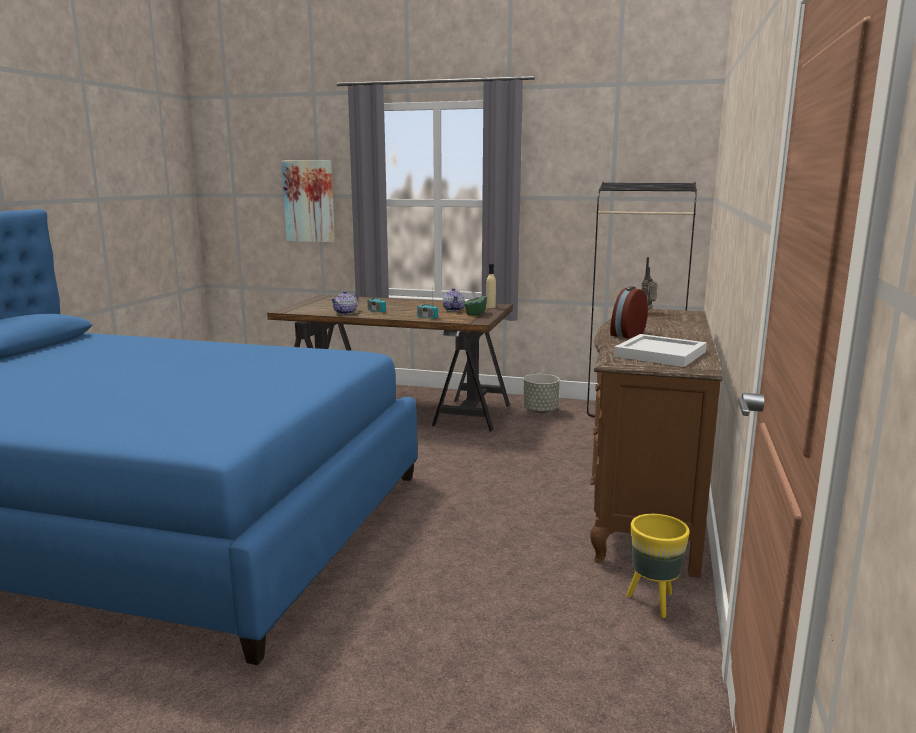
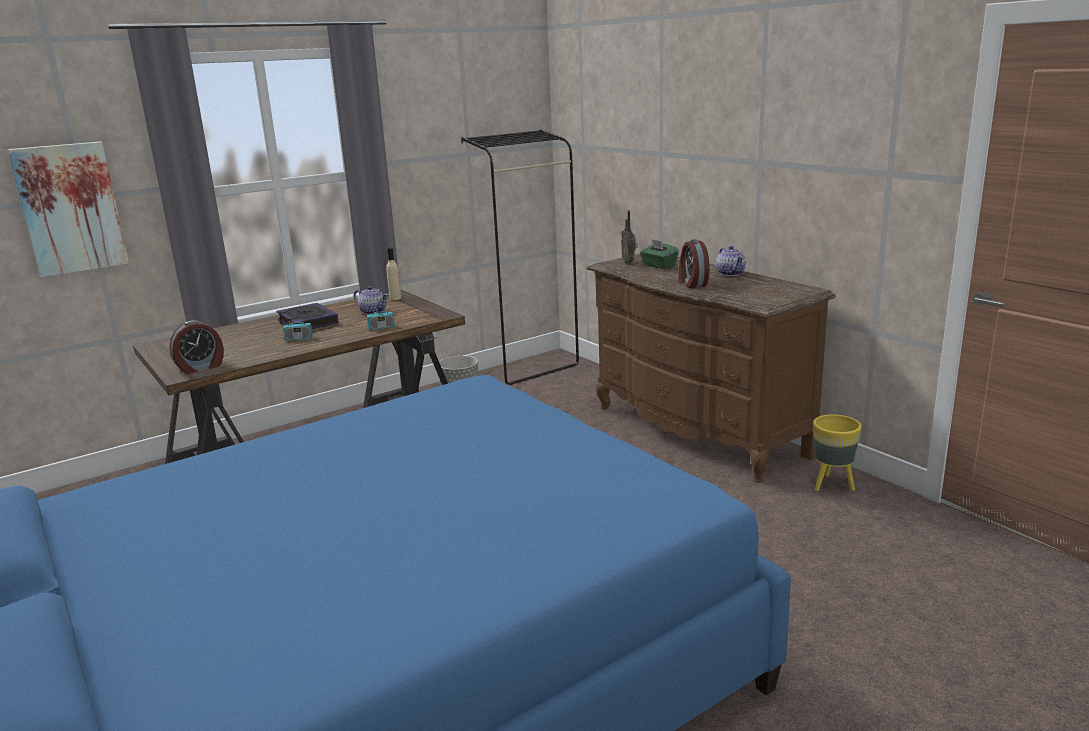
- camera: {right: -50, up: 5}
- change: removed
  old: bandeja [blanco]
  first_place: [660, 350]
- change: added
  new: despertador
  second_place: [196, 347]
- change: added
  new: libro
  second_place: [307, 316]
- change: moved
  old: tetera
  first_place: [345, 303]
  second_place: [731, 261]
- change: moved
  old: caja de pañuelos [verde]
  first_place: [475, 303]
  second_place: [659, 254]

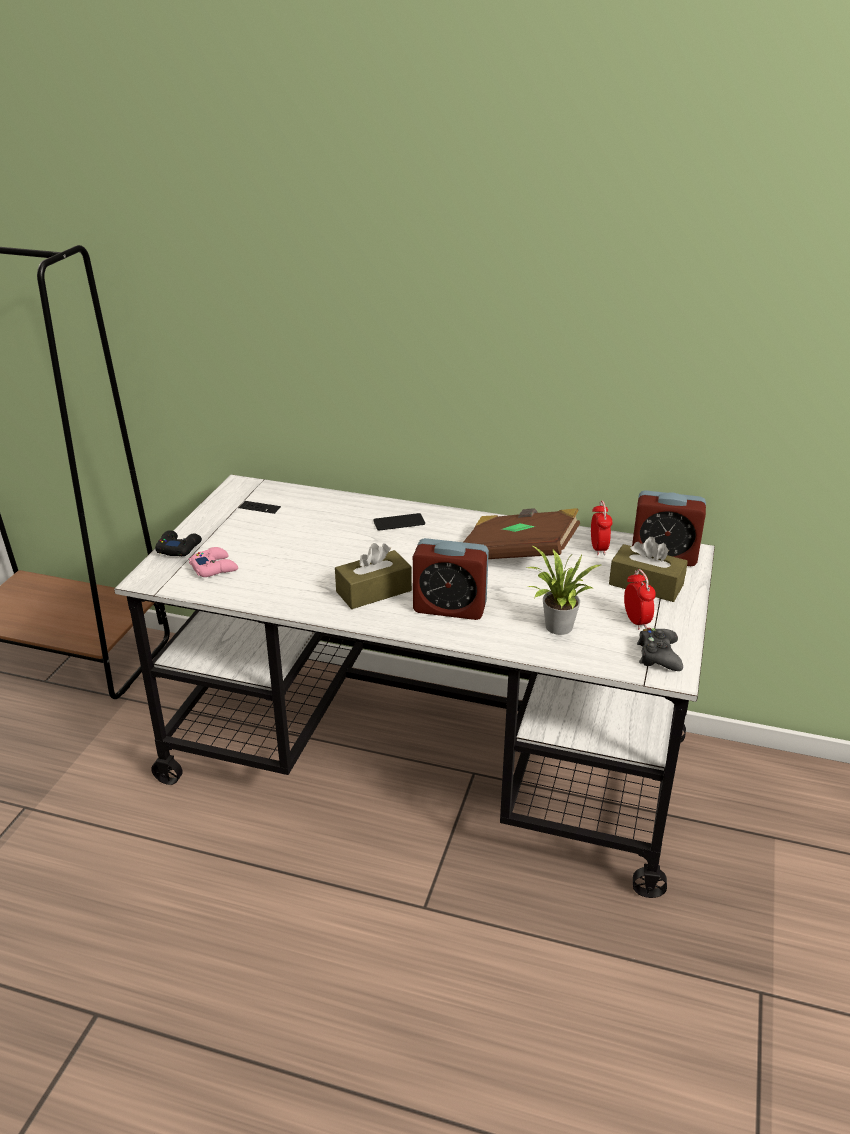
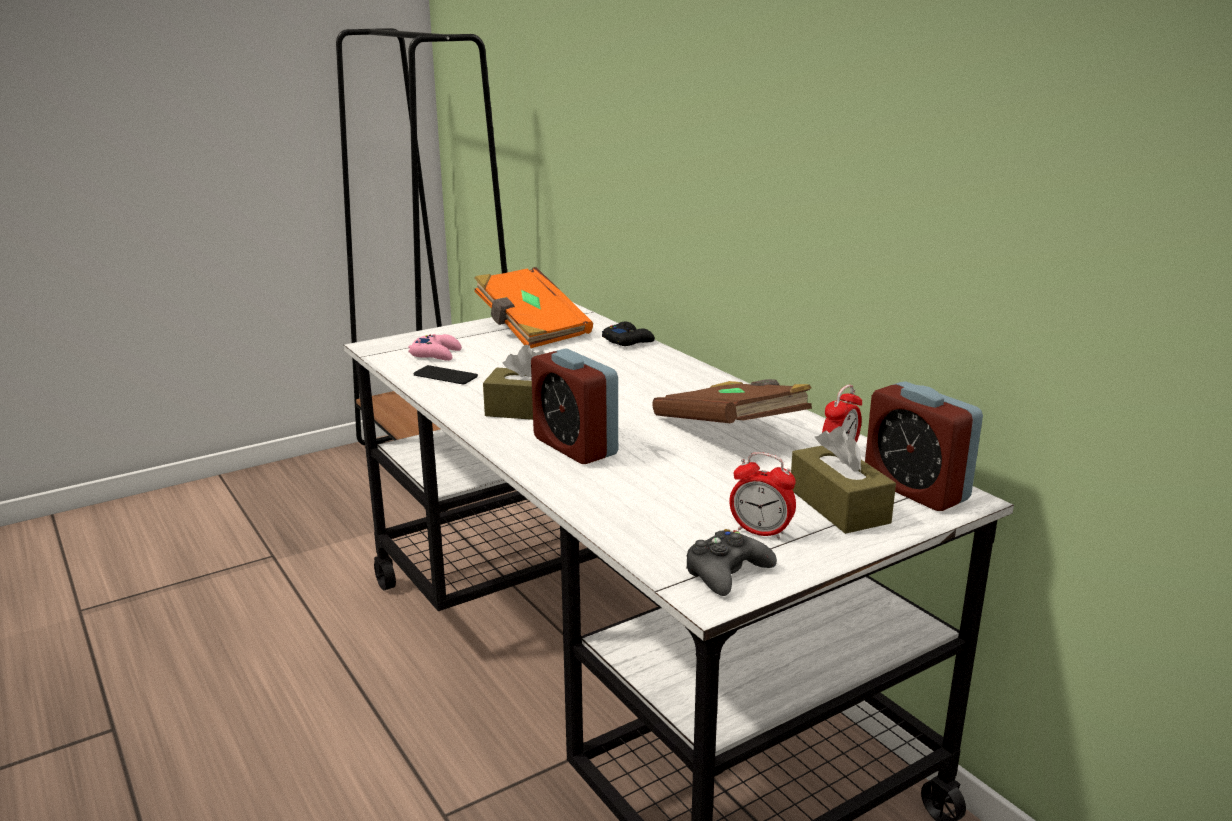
- camera: {right: 40, up: -10}
- change: removed
  old: planta en maceta
  first_place: [563, 590]
- change: added
  new: libro [naranja]
  second_place: [533, 307]
- change: moved
  old: mando de consola [negro]
  first_place: [178, 543]
  second_place: [628, 334]
- change: moved
  old: móvil
  first_place: [399, 522]
  second_place: [446, 375]
- change: turned
  old: despertador
  first_place: [640, 599]
  second_place: [762, 495]
  degrees: 90

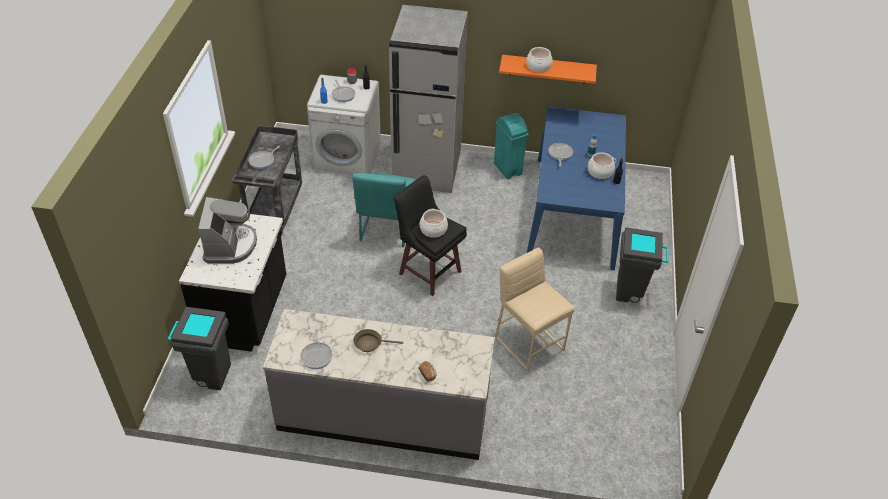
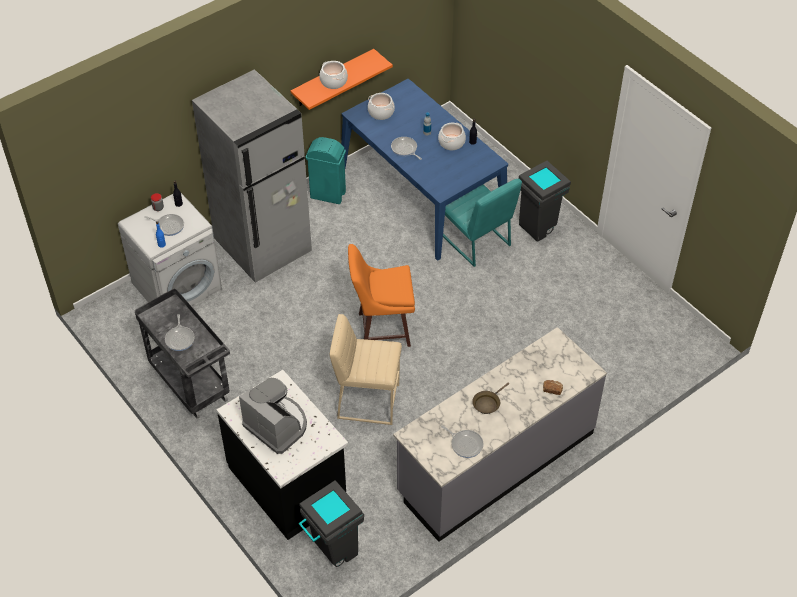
- camera: {right: -45, up: 5}
- change: moved
  old: silla [turquesa]
  first_place: [383, 210]
  second_place: [482, 223]
- change: moved
  old: olla
  first_place: [434, 223]
  second_place: [381, 106]
- change: moved
  old: taburete [beis]
  first_place: [534, 309]
  second_place: [366, 369]
- change: recoloured
  old: taburete [negro]
  new: taburete [naranja]
  first_place: [430, 235]
  second_place: [381, 295]

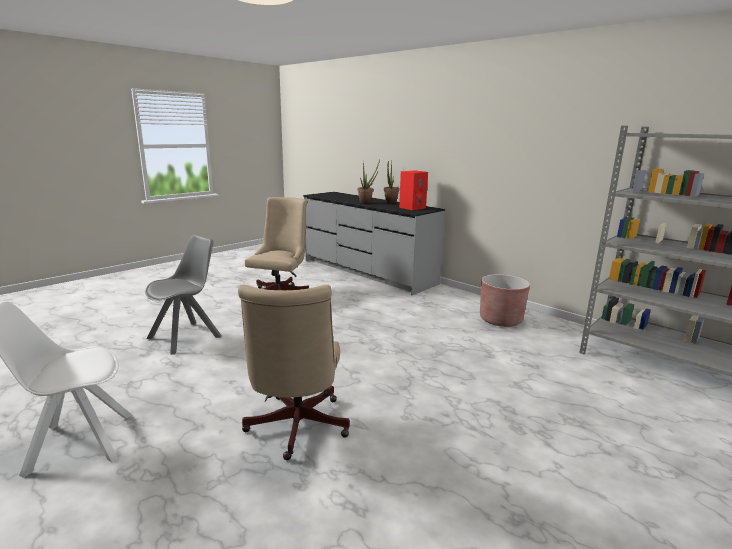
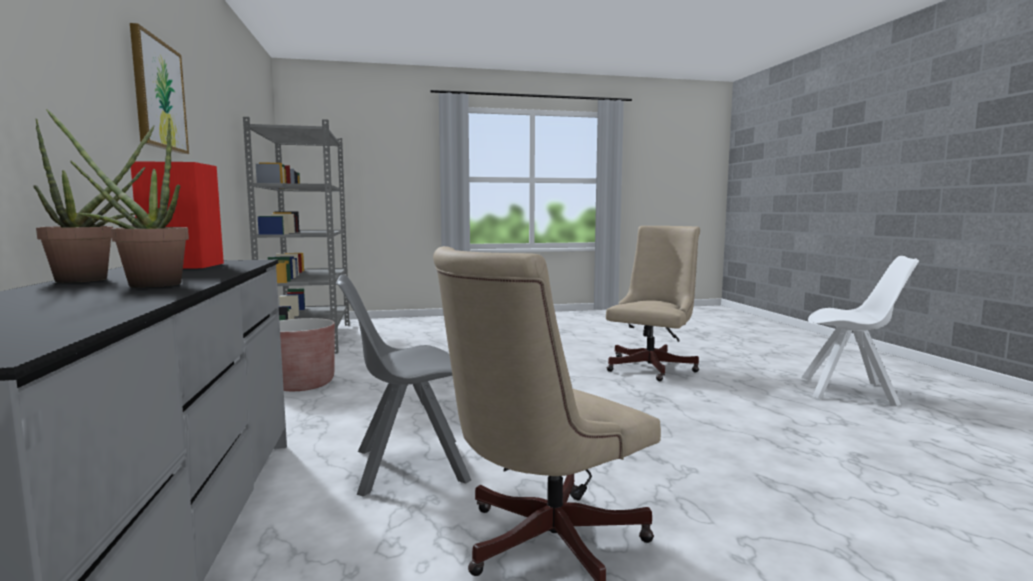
- camera: {right: -145, up: -10}
- change: added
  new: cuadro
  second_place: [159, 88]
- change: moved
  old: silla [gris]
  first_place: [183, 295]
  second_place: [403, 386]

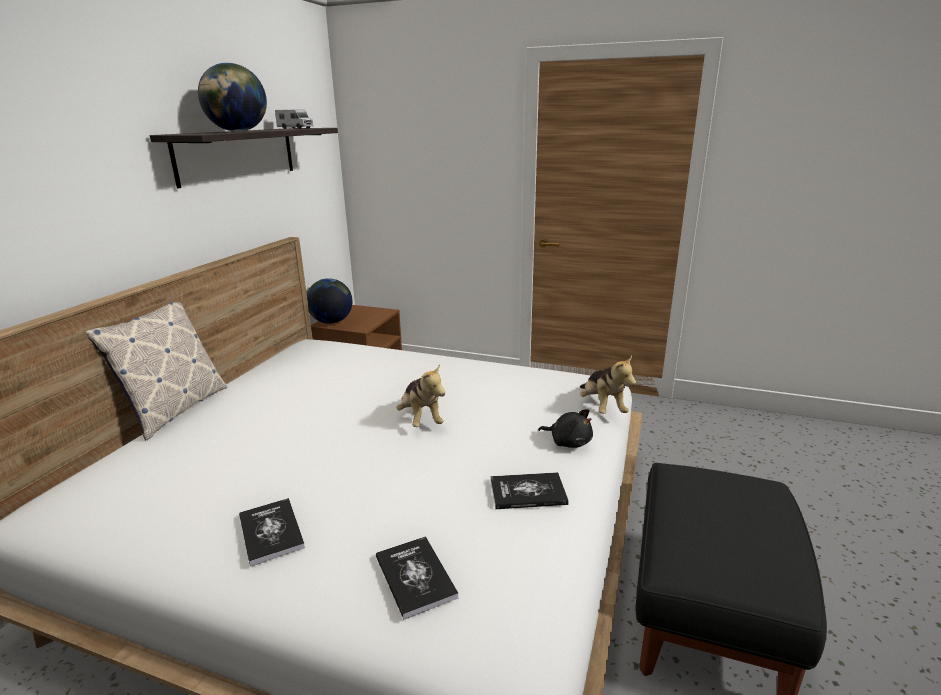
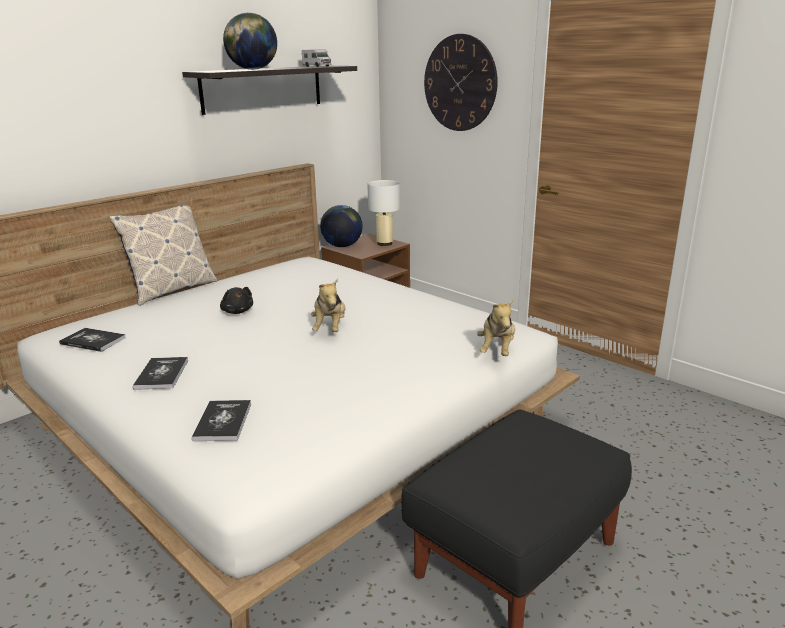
- camera: {right: 25, up: 0}
- change: added
  new: lámpara de mesa [blanco]
  second_place: [384, 213]
- change: added
  new: reloj de pared
  second_place: [461, 82]
- change: moved
  old: libro
  first_place: [529, 490]
  second_place: [92, 340]
- change: moved
  old: peluche [negro]
  first_place: [565, 428]
  second_place: [236, 300]

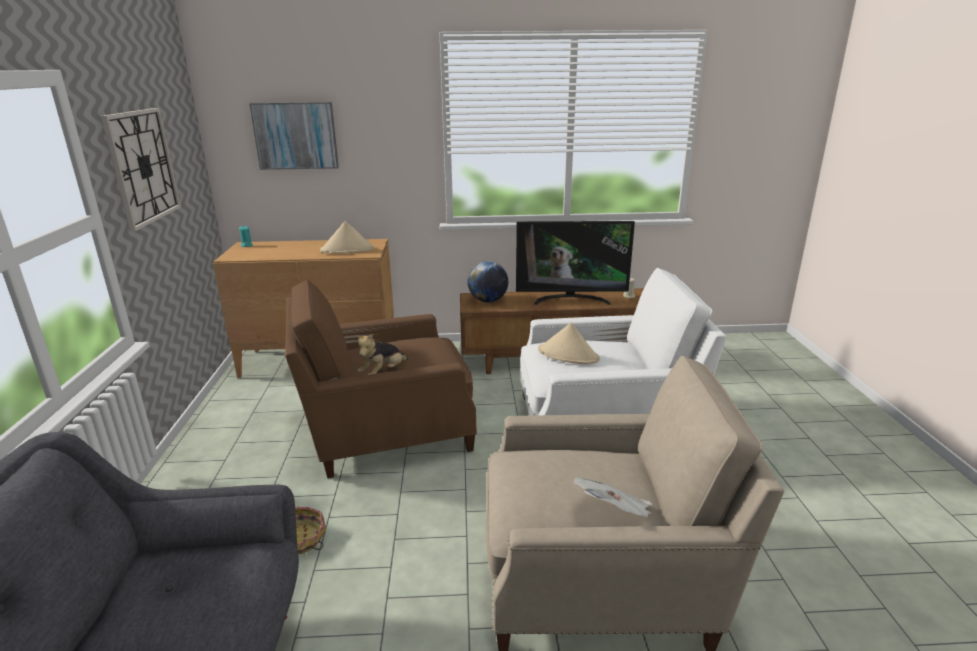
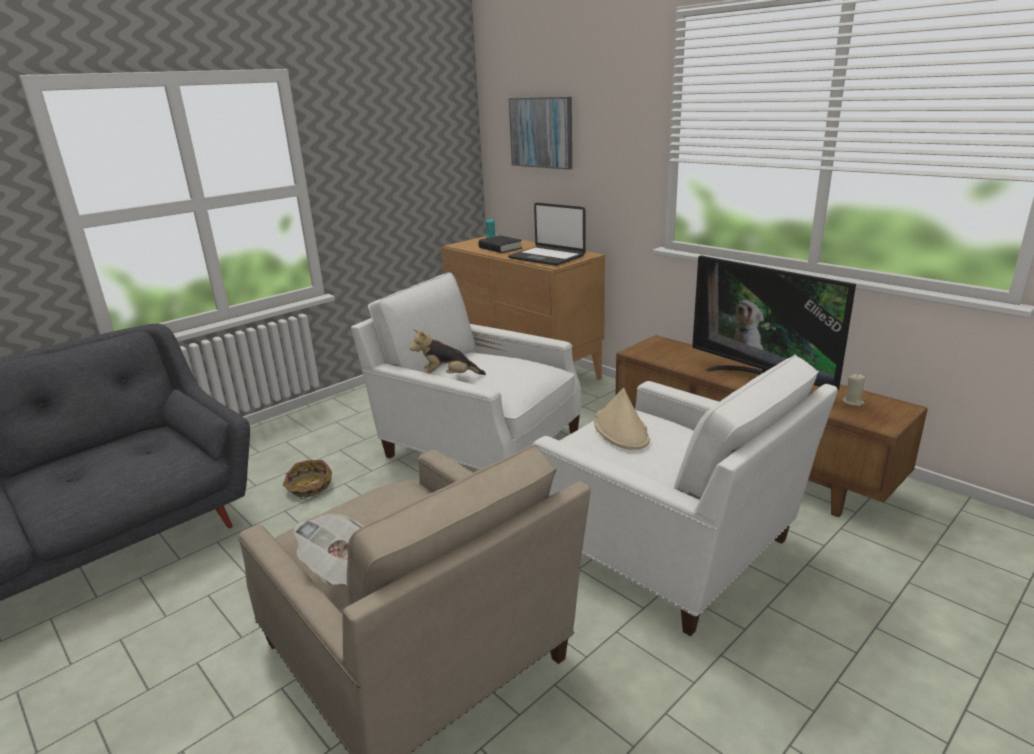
- camera: {right: 50, up: 0}
- change: removed
  old: reloj de pared
  first_place: [141, 170]
- change: removed
  old: globo terráqueo
  first_place: [488, 281]
- change: added
  new: libro [negro]
  second_place: [500, 244]
- change: replaced
  old: sombrero [beis]
  new: portátil
  first_place: [347, 237]
  second_place: [547, 234]
- change: recoloured
  old: sillón [marrón]
  new: sillón [blanco]
  first_place: [381, 379]
  second_place: [466, 371]

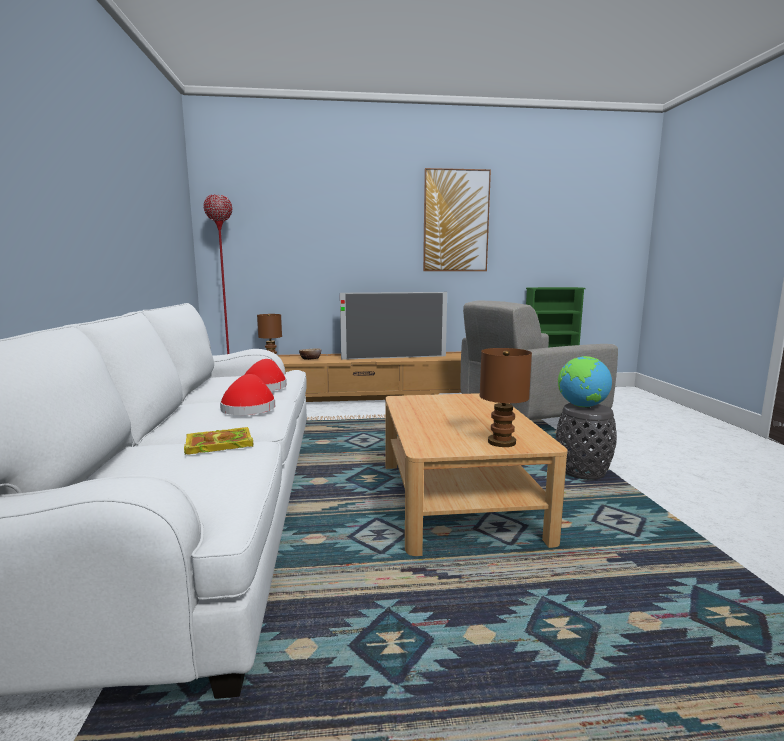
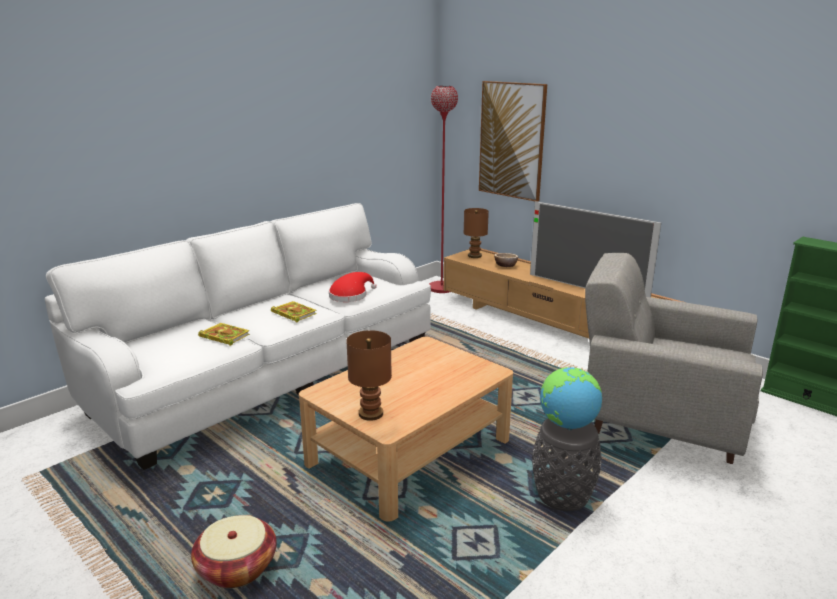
- camera: {right: 50, up: 10}
- change: added
  new: cesta
  second_place: [234, 551]
- change: moved
  old: cuadro
  first_place: [457, 219]
  second_place: [513, 141]
- change: replaced
  old: sombrero [rojo]
  new: libro
  first_place: [247, 394]
  second_place: [293, 311]

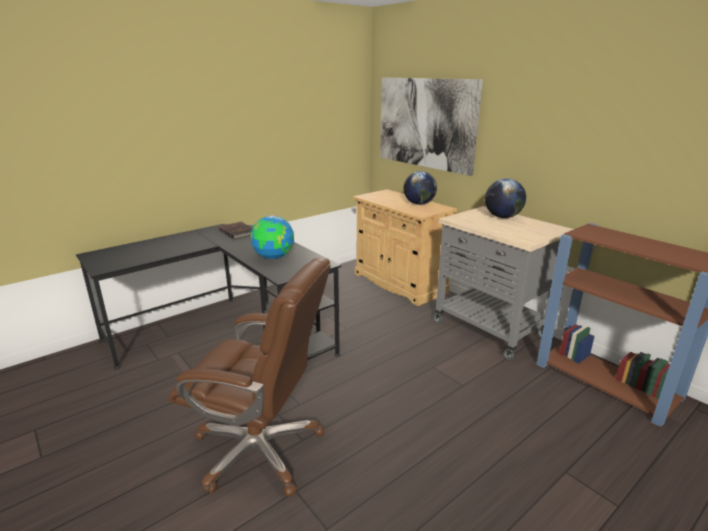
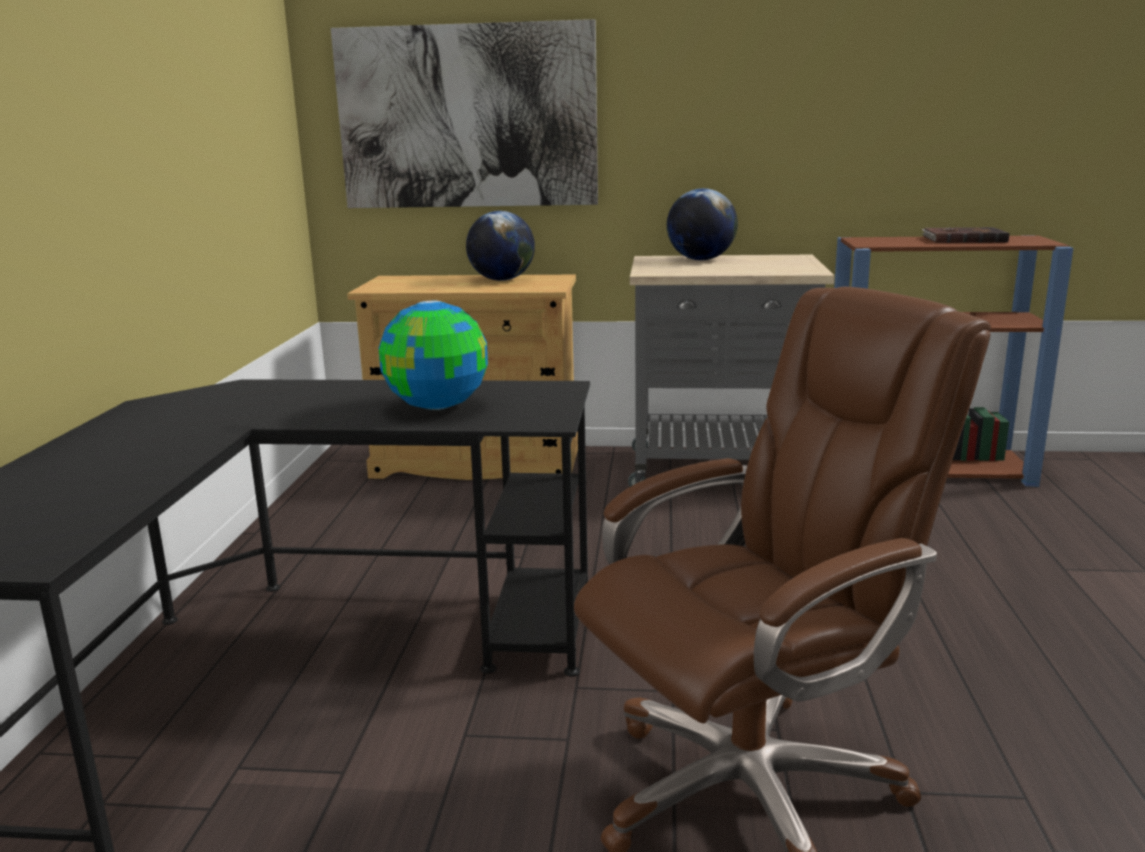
- camera: {right: -45, up: -5}
- change: moved
  old: libro [marrón]
  first_place: [235, 230]
  second_place: [965, 235]

